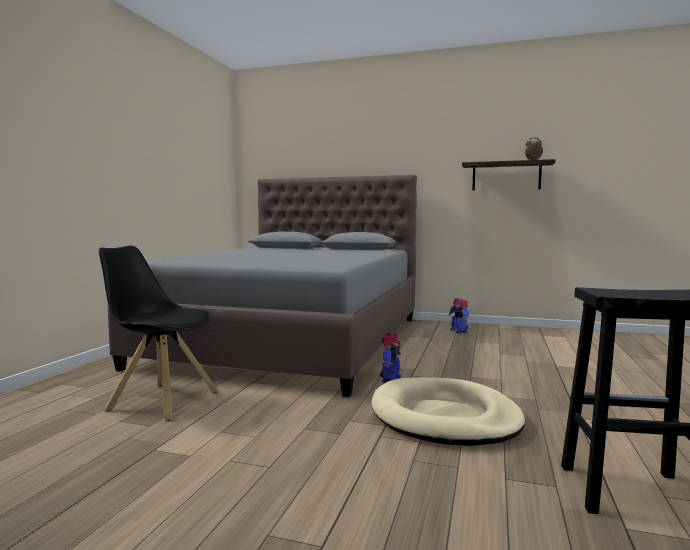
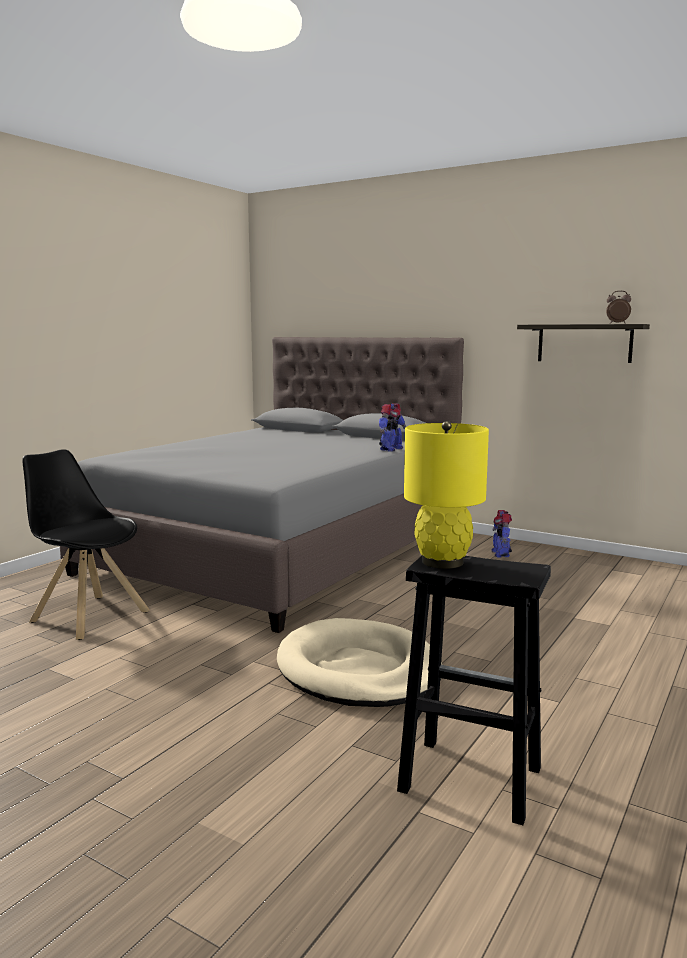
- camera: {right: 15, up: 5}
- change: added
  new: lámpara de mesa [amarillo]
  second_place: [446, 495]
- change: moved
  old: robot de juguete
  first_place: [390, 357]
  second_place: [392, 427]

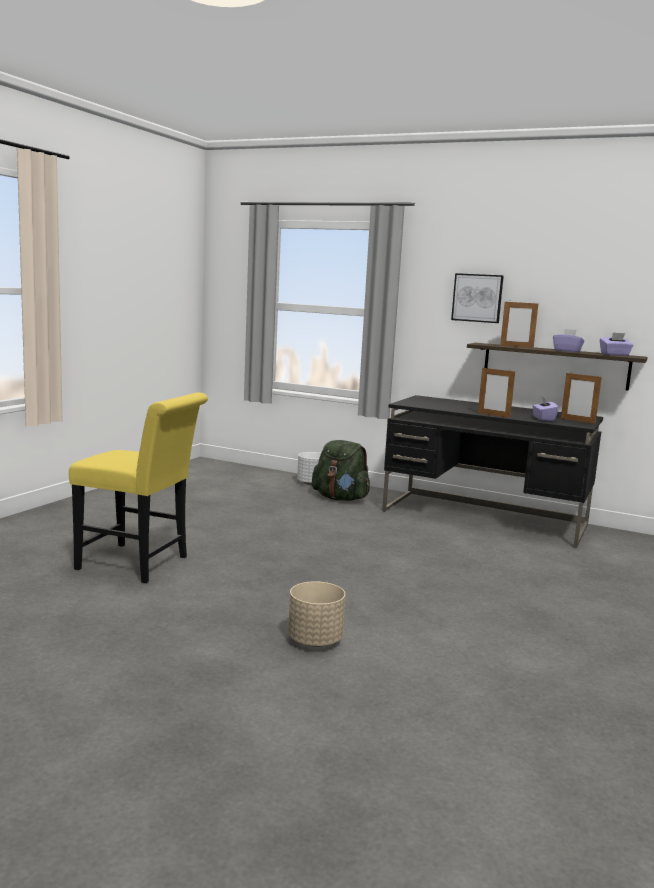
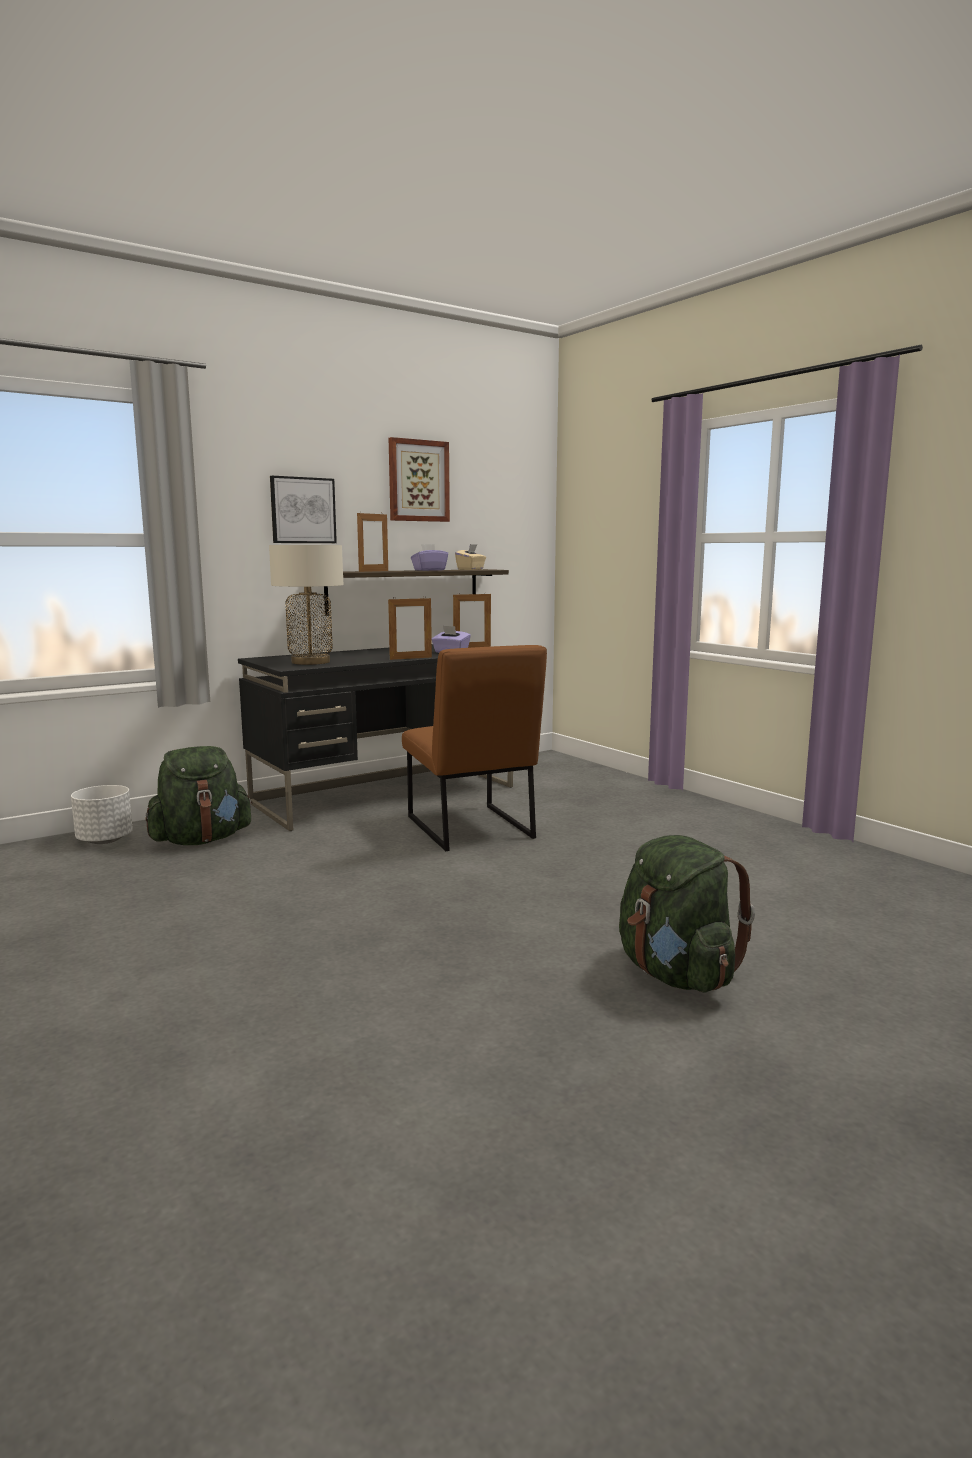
- camera: {right: -60, up: 0}
- change: removed
  old: silla [amarillo]
  first_place: [138, 488]
- change: added
  new: lámpara de mesa
  second_place: [306, 605]
- change: added
  new: cuadro
  second_place: [419, 479]
- change: added
  new: silla [marrón]
  second_place: [474, 748]
- change: replaced
  old: maceta [beis]
  new: mochila [verde]
  first_place: [316, 614]
  second_place: [687, 913]
- change: recoloured
  old: caja de pañuelos [morado]
  new: caja de pañuelos [beis]
  first_place: [616, 344]
  second_place: [470, 557]

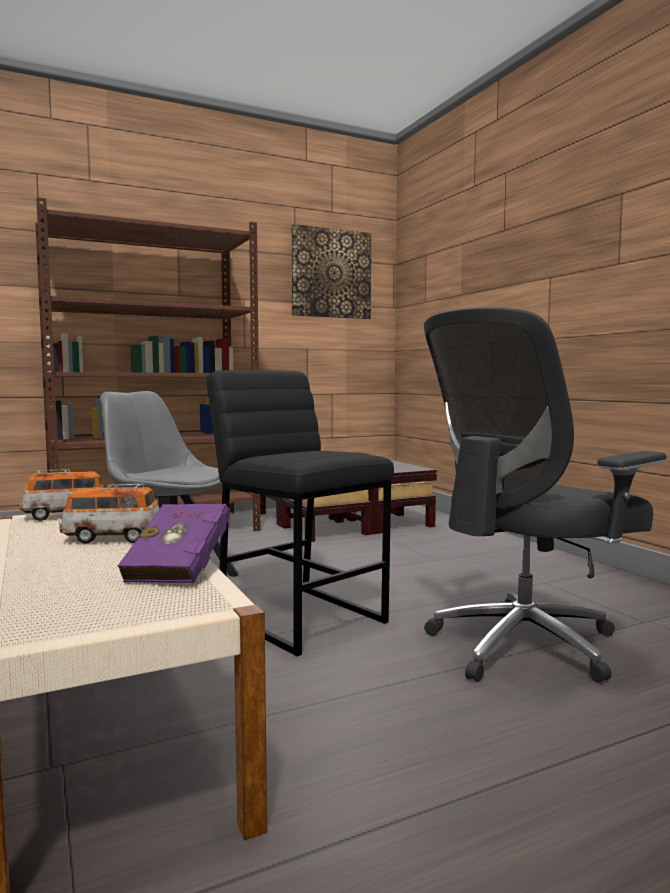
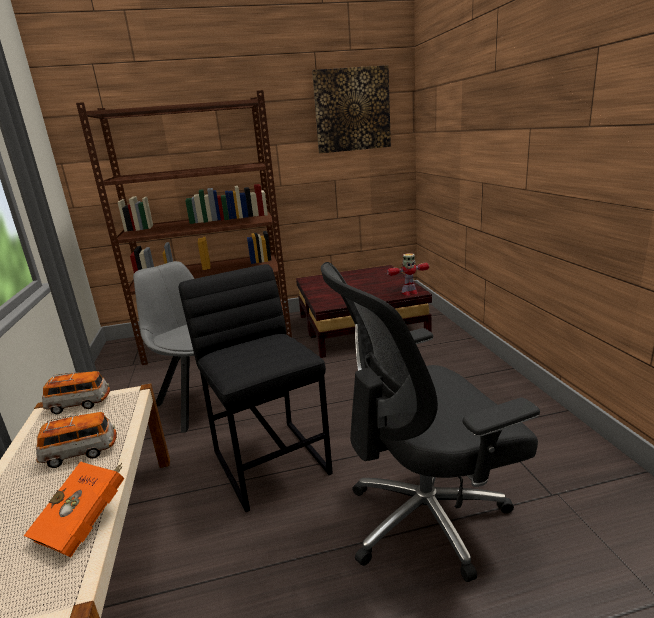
- camera: {right: 15, up: 15}
- change: added
  new: robot de juguete
  second_place: [408, 274]
- change: recoloured
  old: libro [morado]
  new: libro [naranja]
  first_place: [174, 543]
  second_place: [74, 509]
- change: turned
  old: coche de juguete
  first_place: [109, 513]
  second_place: [76, 440]
  degrees: 150

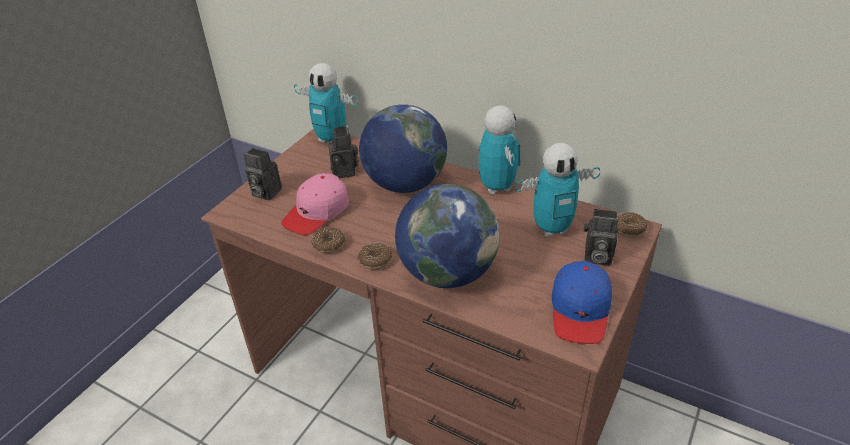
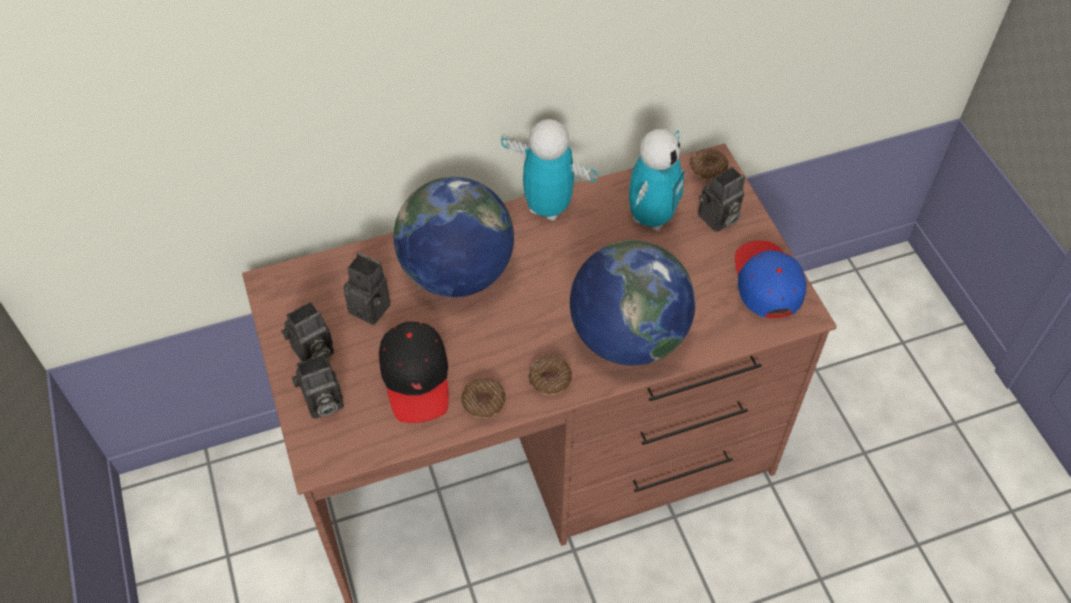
- camera: {right: -50, up: 15}
- change: removed
  old: robot de juguete
  first_place: [326, 103]
- change: added
  new: cámara
  second_place: [307, 332]
- change: recoloured
  old: gorra [rosa]
  new: gorra [negro]
  first_place: [315, 204]
  second_place: [414, 372]
- change: turned
  old: gorra [azul]
  first_place: [582, 302]
  second_place: [770, 279]
  degrees: -150

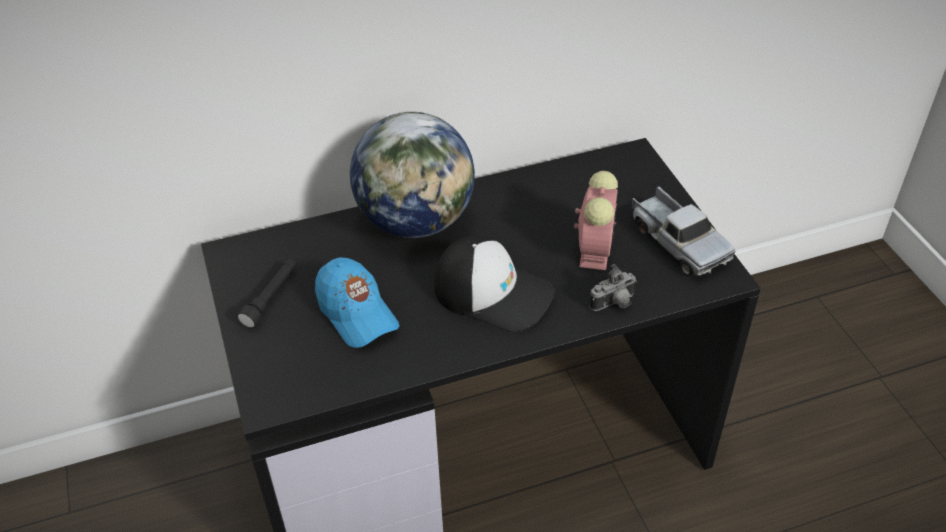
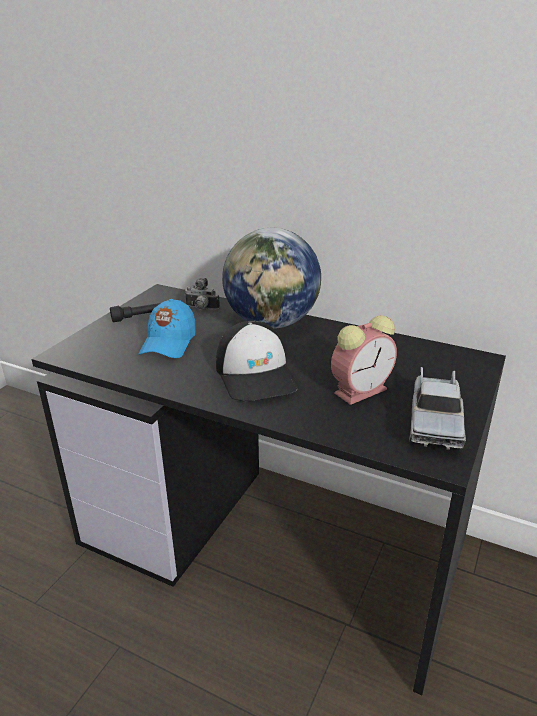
- camera: {right: 45, up: -15}
- change: moved
  old: cámara
  first_place: [613, 287]
  second_place: [202, 294]

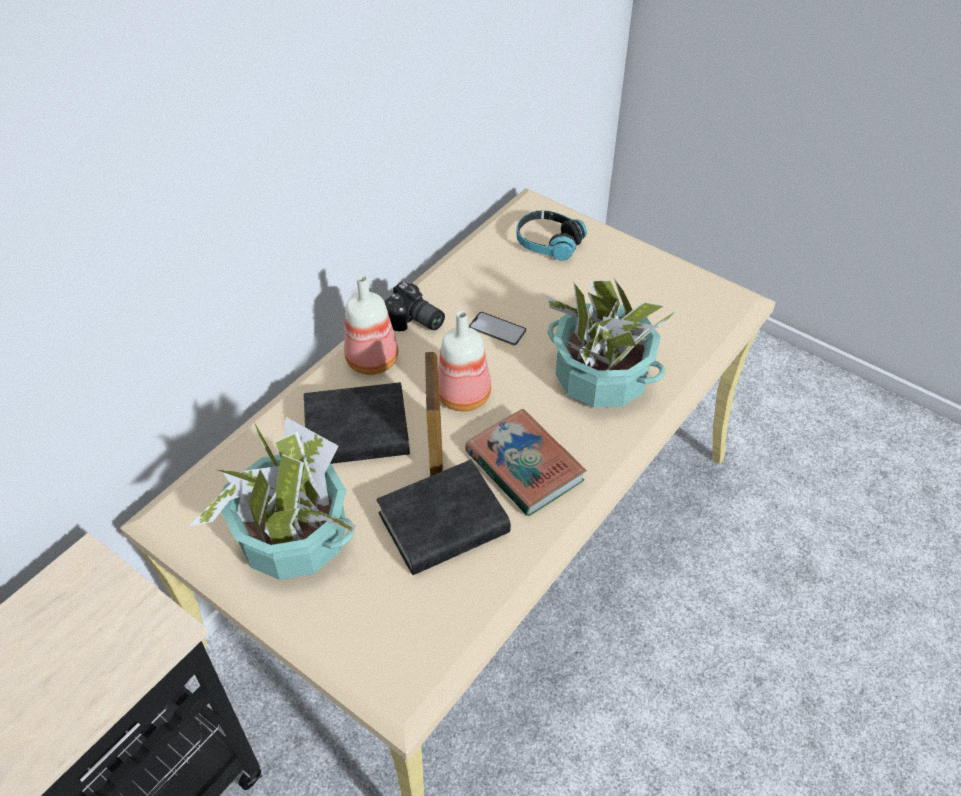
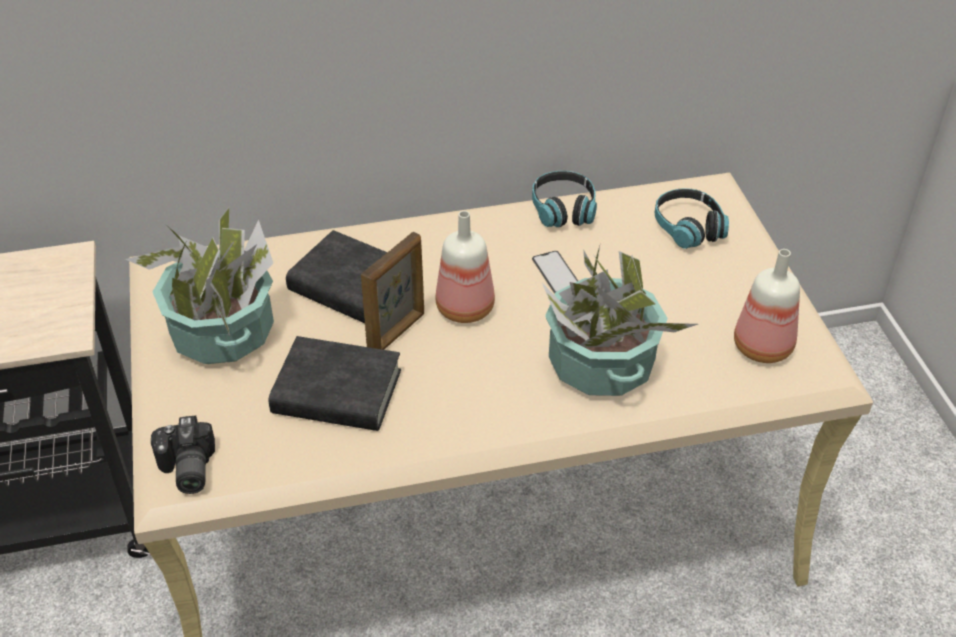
- camera: {right: 40, up: -5}
- change: removed
  old: libro
  first_place: [526, 462]
- change: added
  new: auriculares
  second_place: [564, 199]
- change: moved
  old: botella
  first_place: [371, 325]
  second_place: [767, 306]
- change: moved
  old: cámara
  first_place: [414, 306]
  second_place: [183, 455]

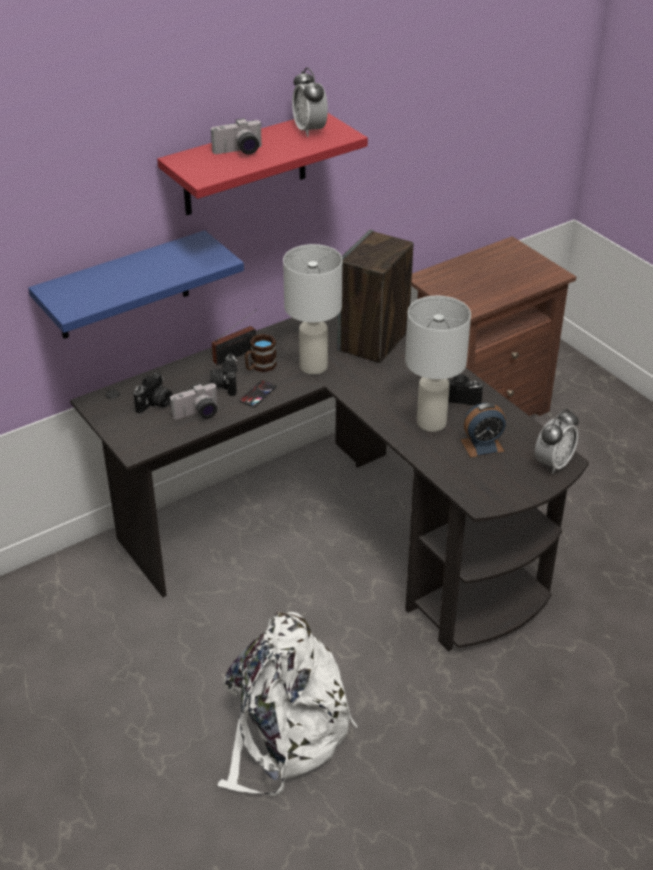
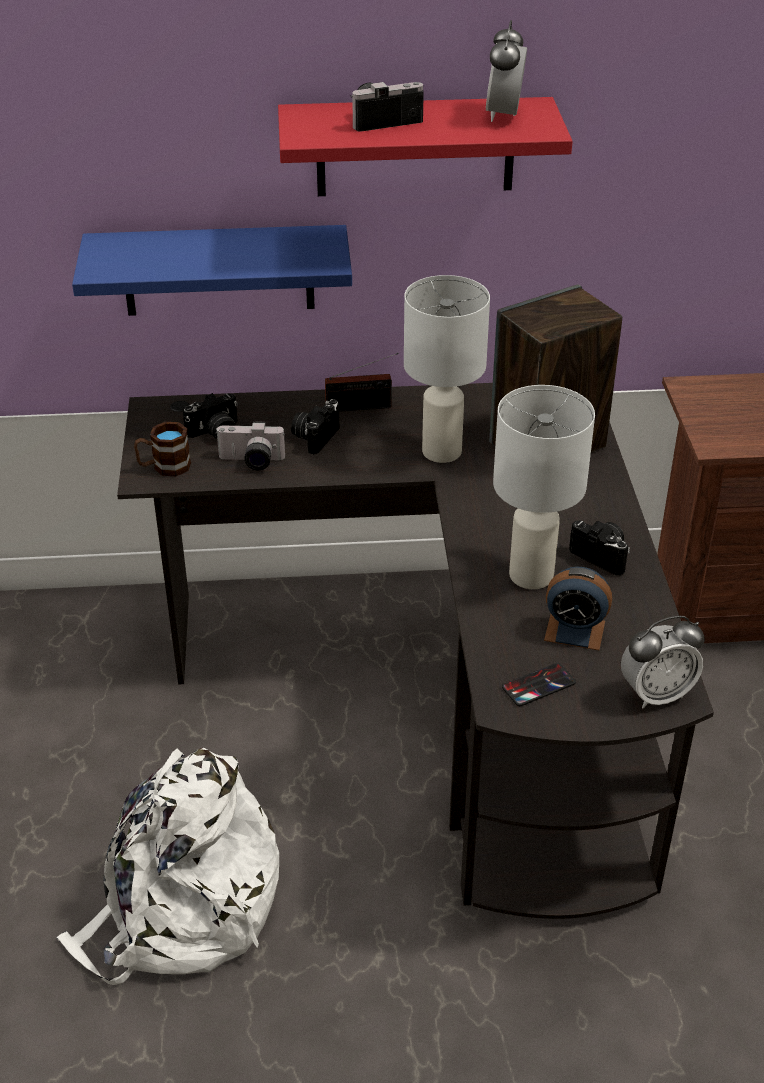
- camera: {right: 30, up: 0}
- change: moved
  old: móvil
  first_place: [258, 393]
  second_place: [539, 684]
- change: moved
  old: taza grande [marrón]
  first_place: [261, 353]
  second_place: [162, 449]
- change: turned
  old: cámara
  first_place: [236, 136]
  second_place: [387, 107]
  degrees: 150

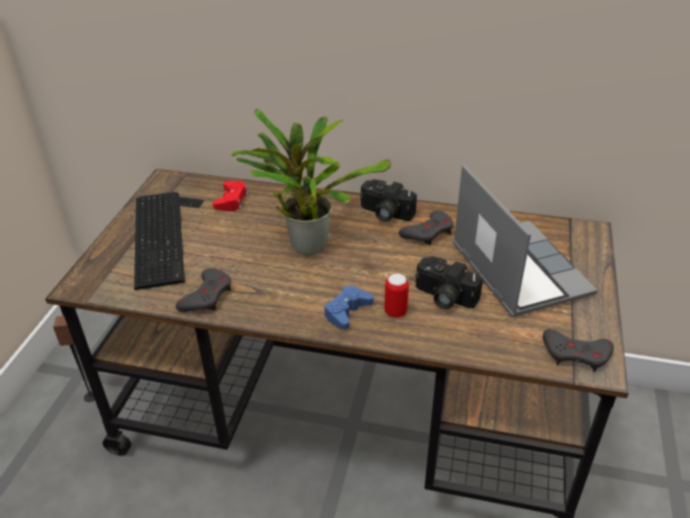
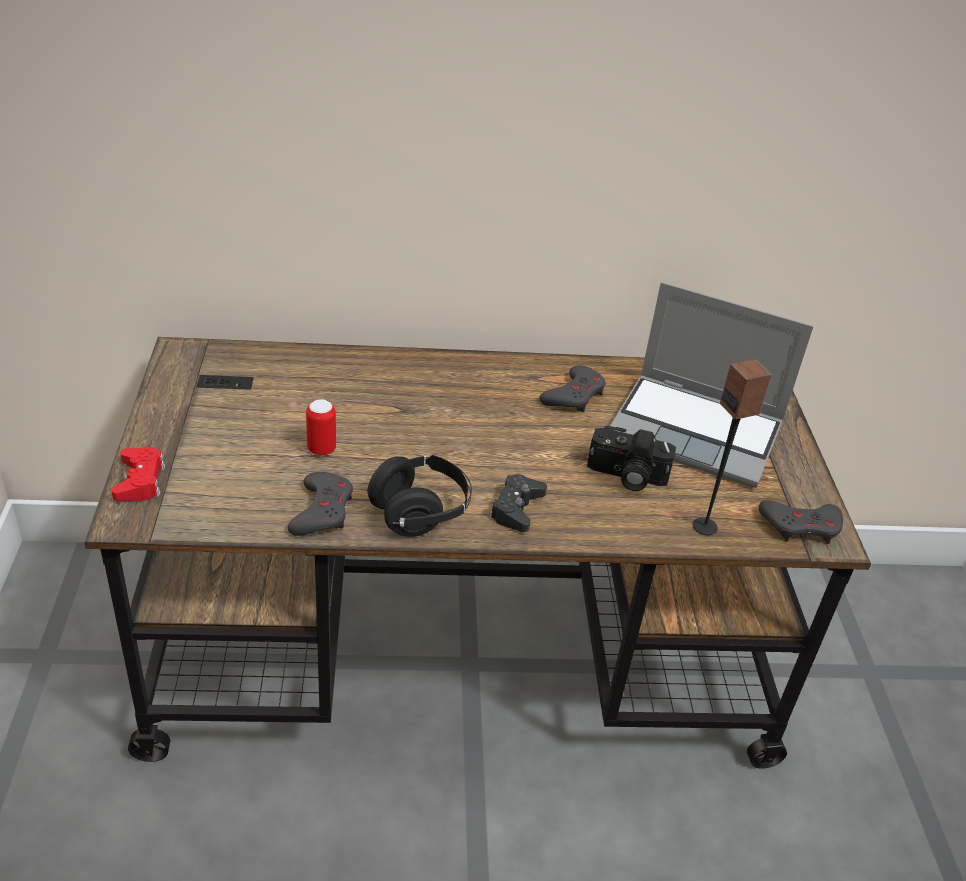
- camera: {right: -20, up: 0}
- change: removed
  old: teclado
  first_place: [159, 241]
- change: removed
  old: planta en maceta
  first_place: [311, 182]
- change: removed
  old: cámara
  first_place: [388, 200]
- change: added
  new: auriculares [negro]
  second_place: [420, 496]
- change: moved
  old: altavoz
  first_place: [74, 359]
  second_place: [732, 447]
- change: moved
  old: mando de consola [rojo]
  first_place: [230, 196]
  second_place: [138, 474]
- change: moved
  old: lata
  first_place: [396, 295]
  second_place: [321, 427]
- change: recoloured
  old: mando de consola [azul]
  new: mando de consola [negro]
  first_place: [349, 308]
  second_place: [518, 503]
- change: turned
  old: portátil
  first_place: [525, 240]
  second_place: [711, 385]
  degrees: 150

